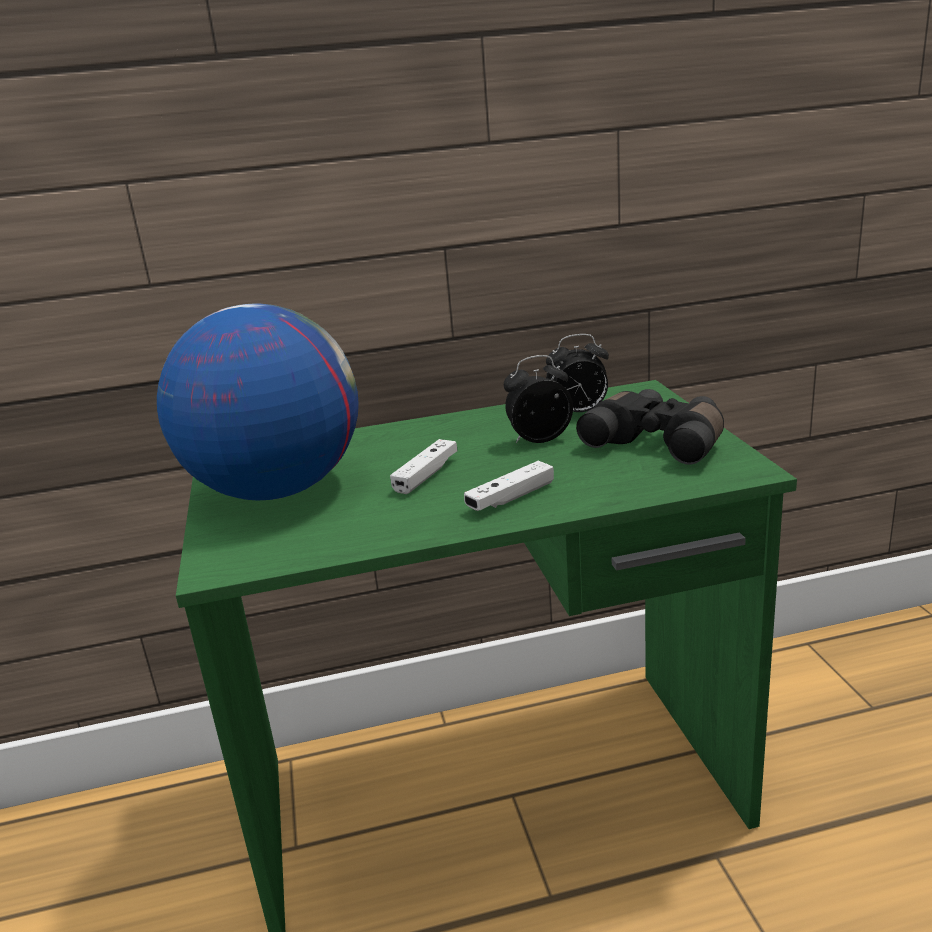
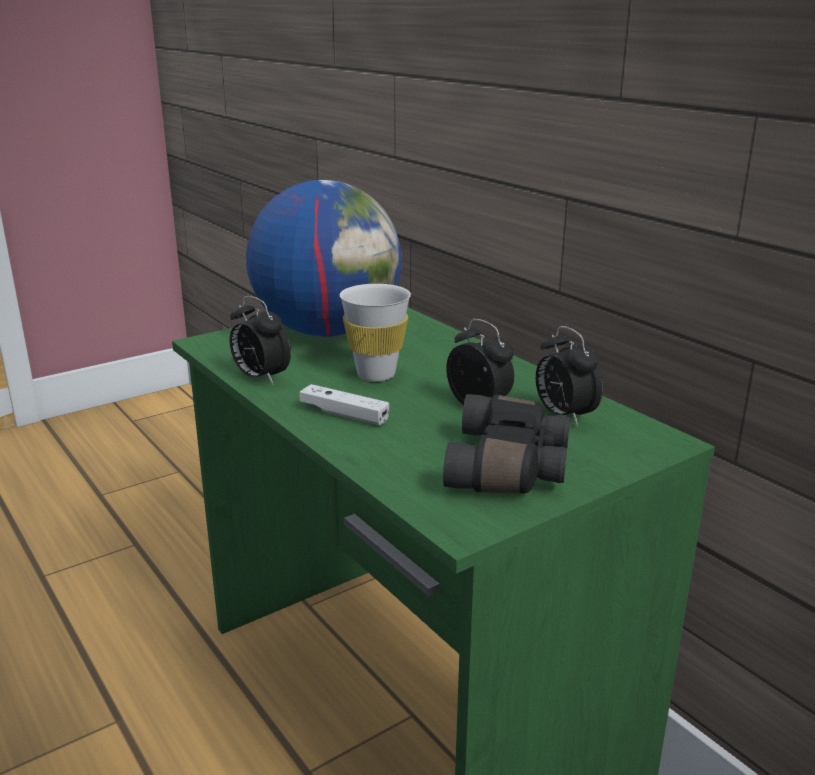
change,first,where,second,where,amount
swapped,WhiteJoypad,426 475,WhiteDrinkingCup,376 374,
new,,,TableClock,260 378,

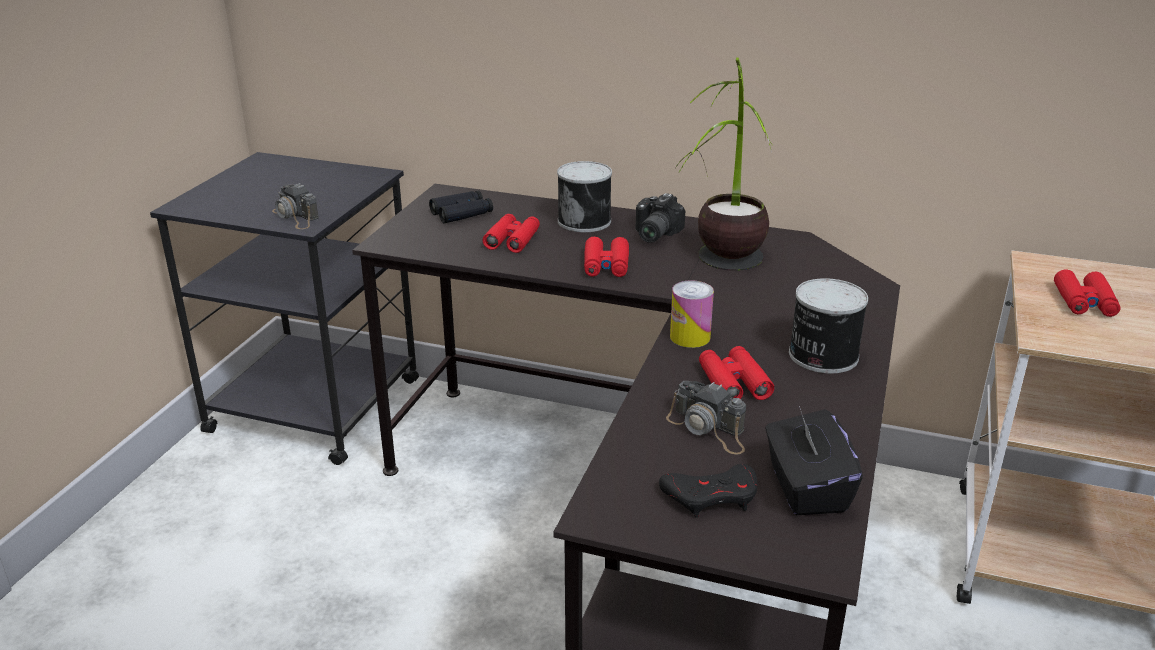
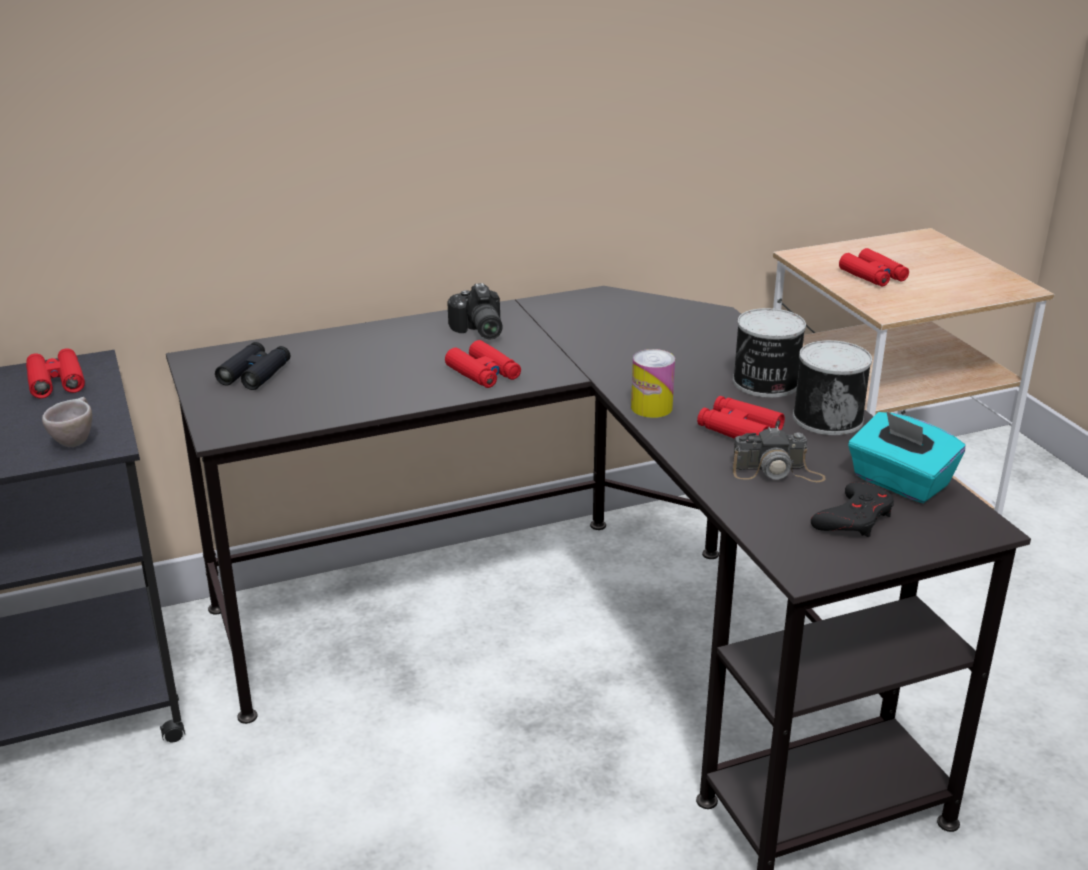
change,first,where,second,where,amount
swapped,StillCamera,295 216,BeigeColouredDrinkingCup,75 440,
shifted,RedFieldGlasses,512 240,,56 381,
shifted,SealedCan,585 221,,827 417,
gone,PlantInAPot,724 273,,,
repainted,BlackColouredTissueHolder,805 488,TurquoiseTissueHolder,899 482,

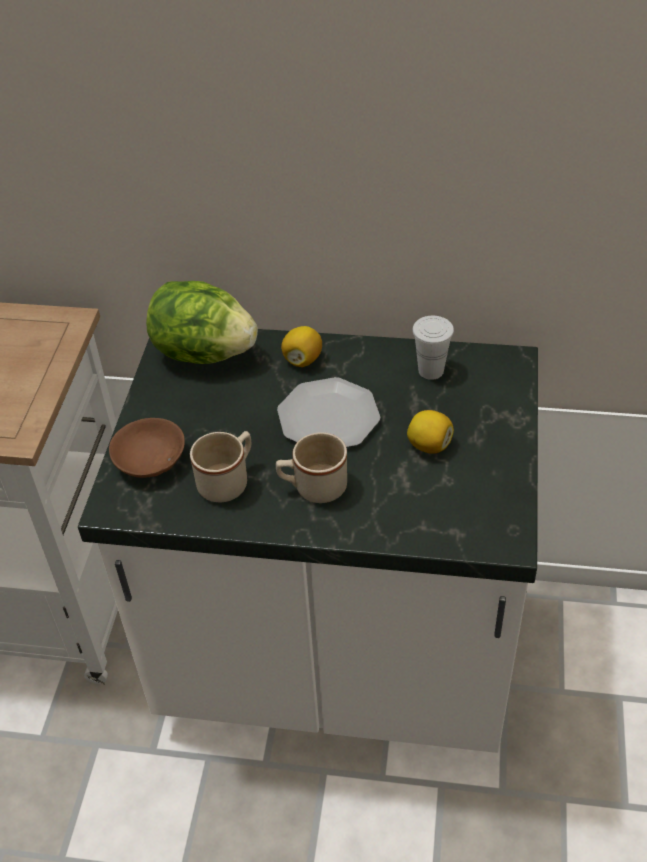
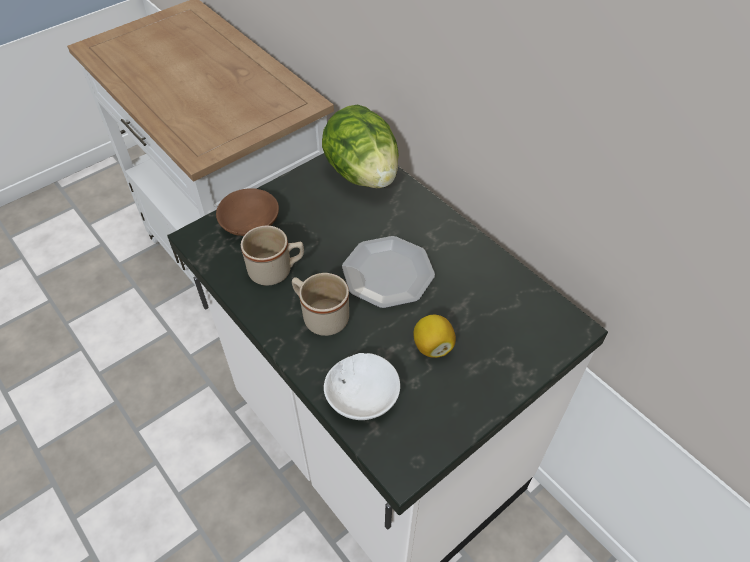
change,first,where,second,where,amount
gone,Lemon,302 359,,,
gone,WhiteDrinkingCup,431 370,,,
new,,,WhiteDeepDish,362 398,

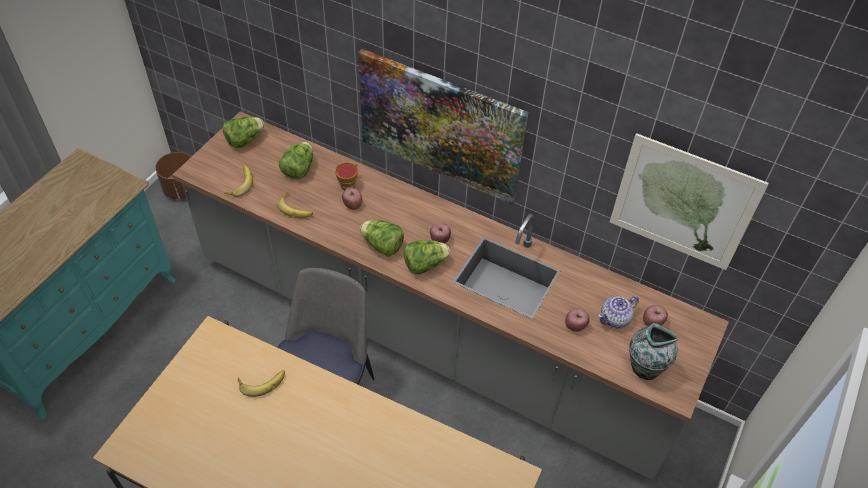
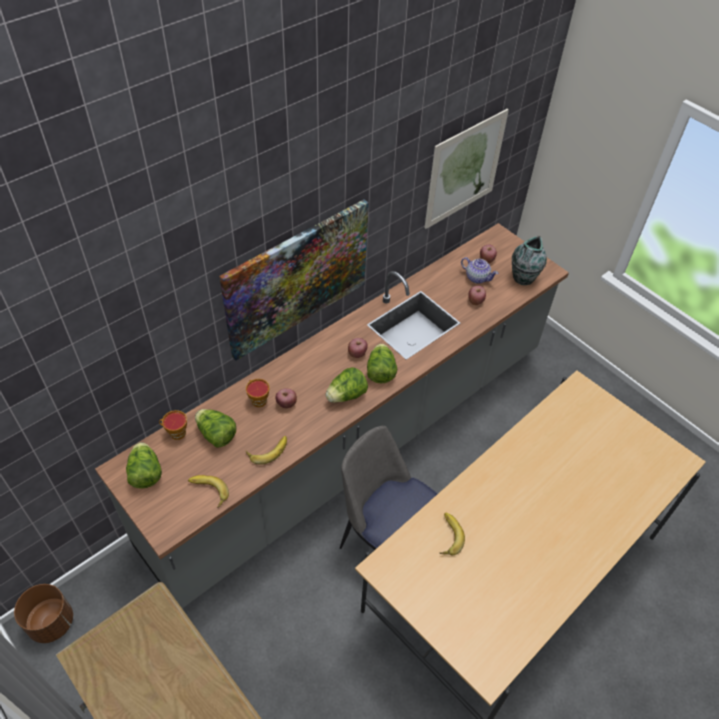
change,first,where,second,where,amount
rotated,Teapot,615 319,,477 277,45 degrees counterclockwise
new,,,DrinkingCup,175 433,

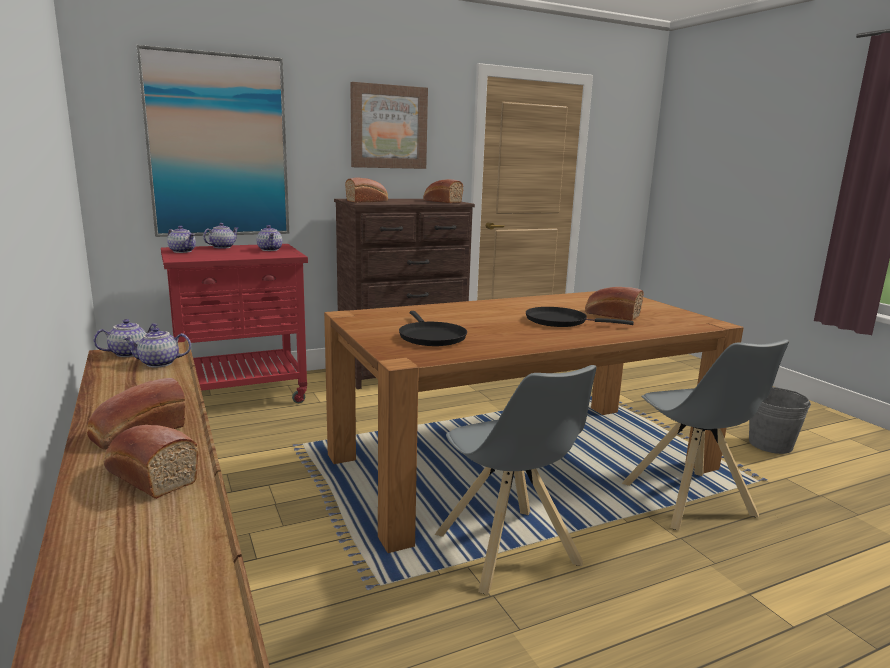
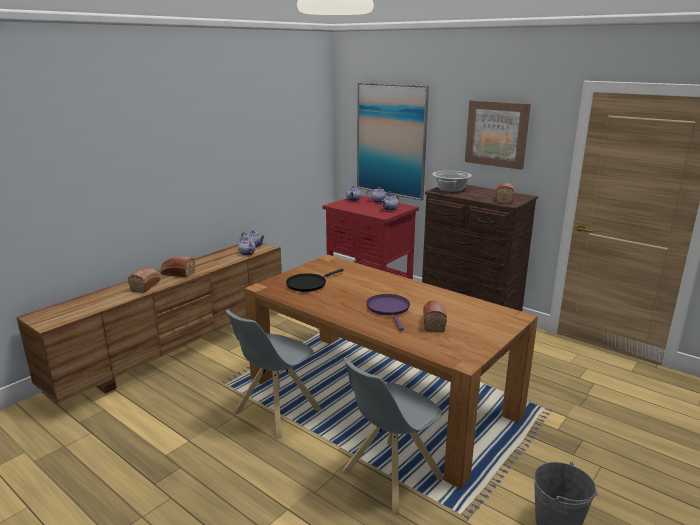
change,first,where,second,where,amount
swapped,BakedBread,368 201,CookingPot,451 189,
repainted,BlackColouredFryingPan,560 321,PurpleColouredFryingPan,389 309,

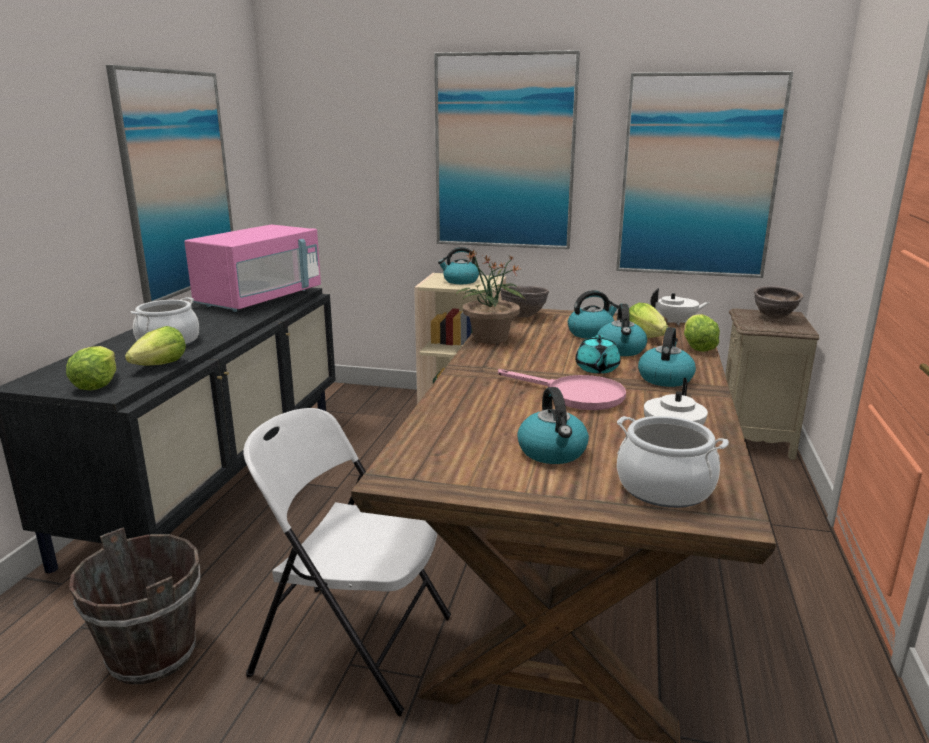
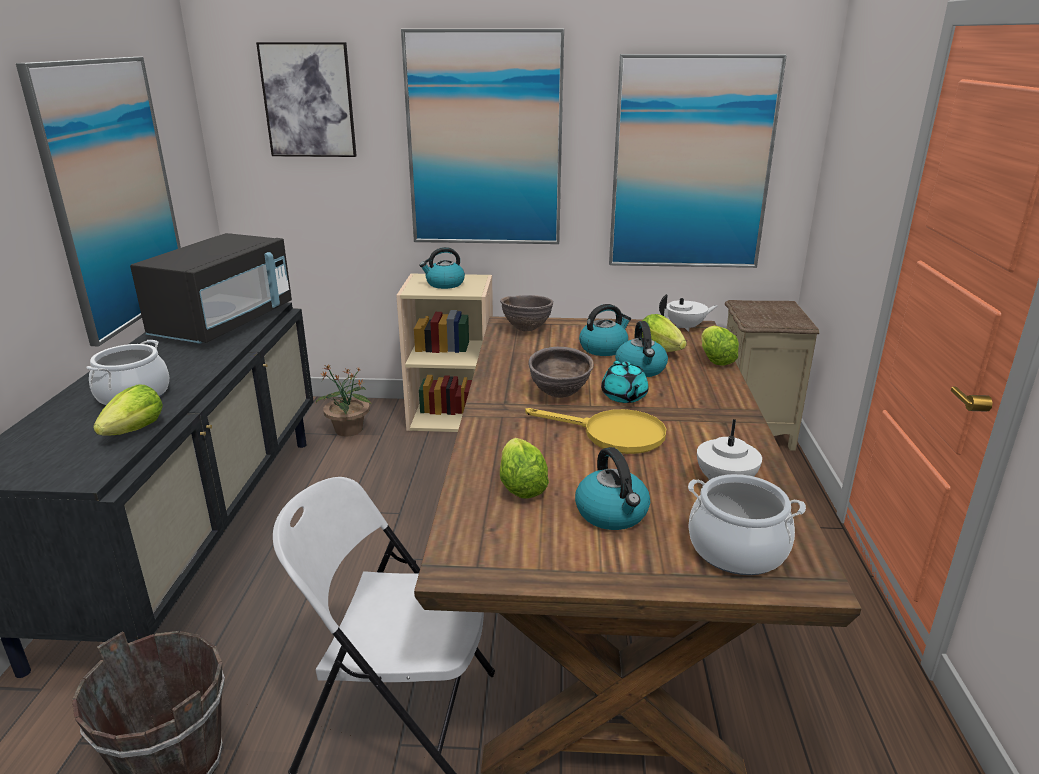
change,first,where,second,where,amount
shifted,LettuceHead,96 385,,521 487,
repainted,PinkColouredMicrowave,260 299,BlackColouredMicrowave,225 323,
shifted,PlantInAPot,490 338,,348 430,
repainted,PinkColouredFryingPan,575 395,YellowColouredFryingPan,612 434,
gone,WaterKettle,665 378,,,
shifted,BrownishDeepDish,774 318,,559 395,
new,,,Picture,308 100,

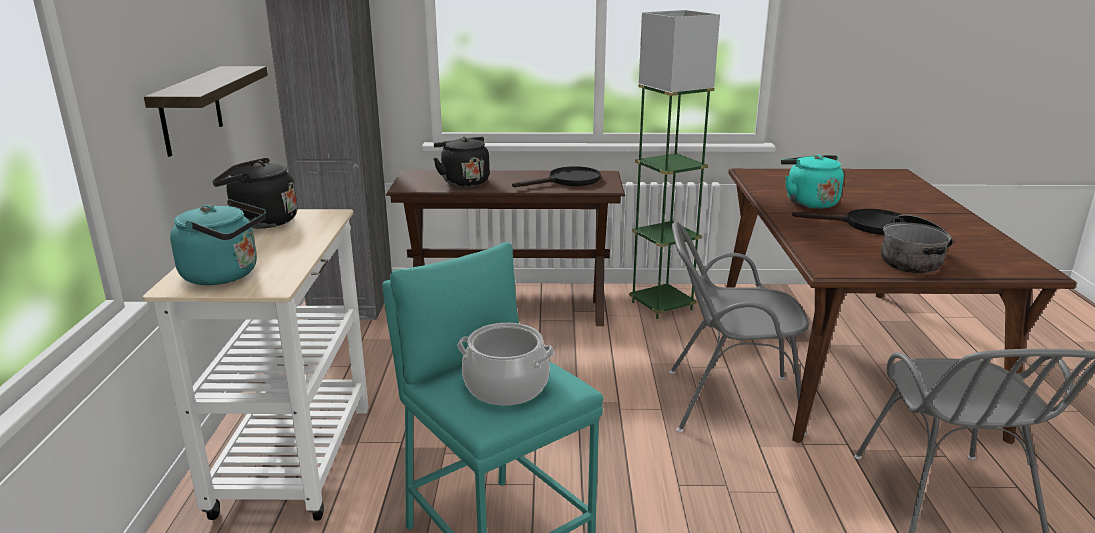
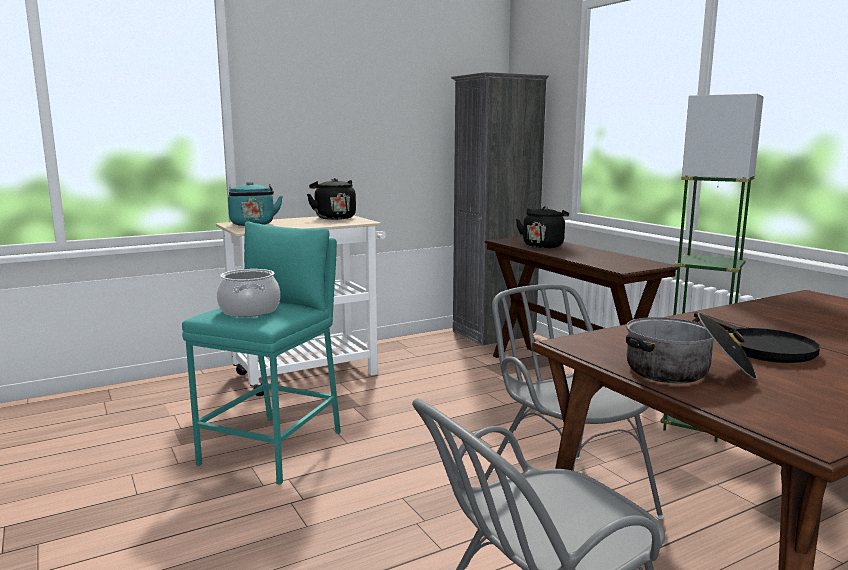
change,first,where,second,where,amount
gone,WallShelf,191 110,,,
gone,BlackColouredFryingPan,568 181,,,
gone,TurquoiseWaterKettle,808 202,,,

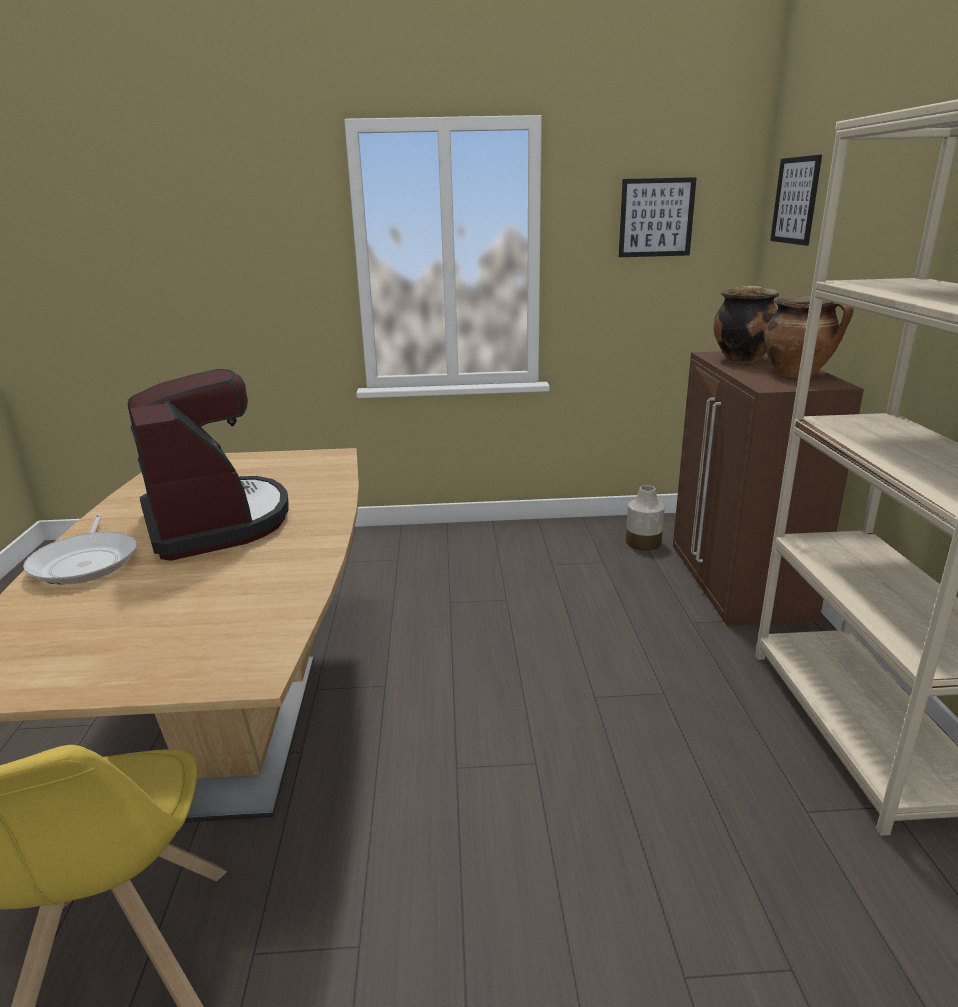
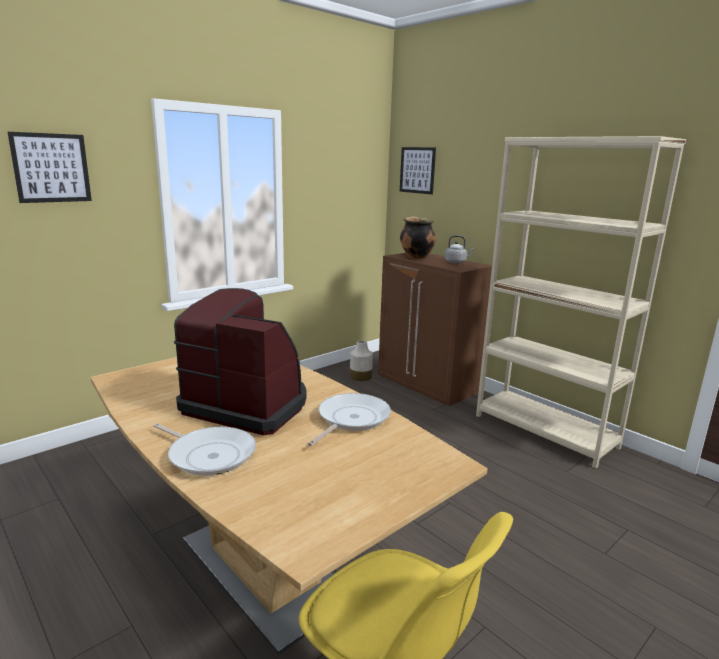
change,first,where,second,where,amount
shifted,Picture,656 217,,51 168,
swapped,CookingPot,798 374,GreyWaterKettle,456 262,
new,,,FryingPan,351 419,

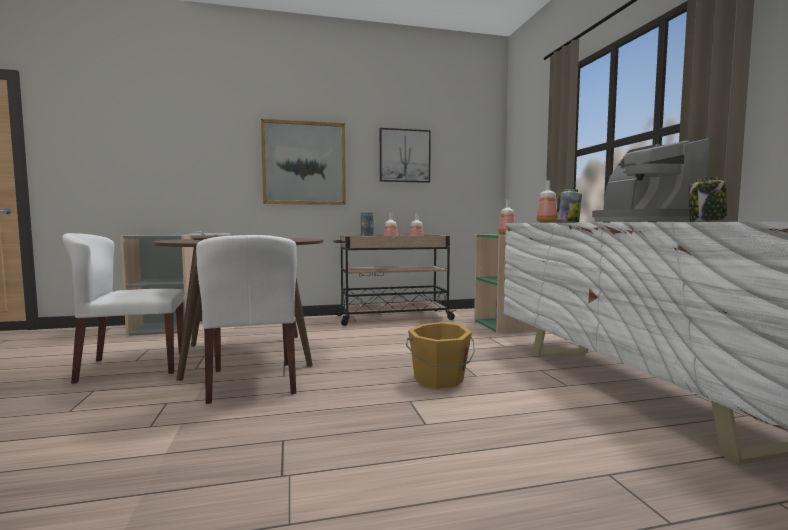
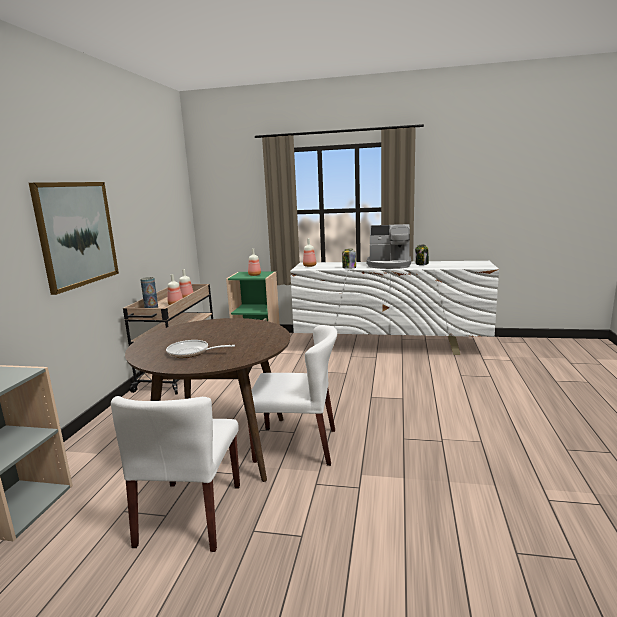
change,first,where,second,where,amount
gone,Picture,404 156,,,
gone,OrangePail,439 380,,,

